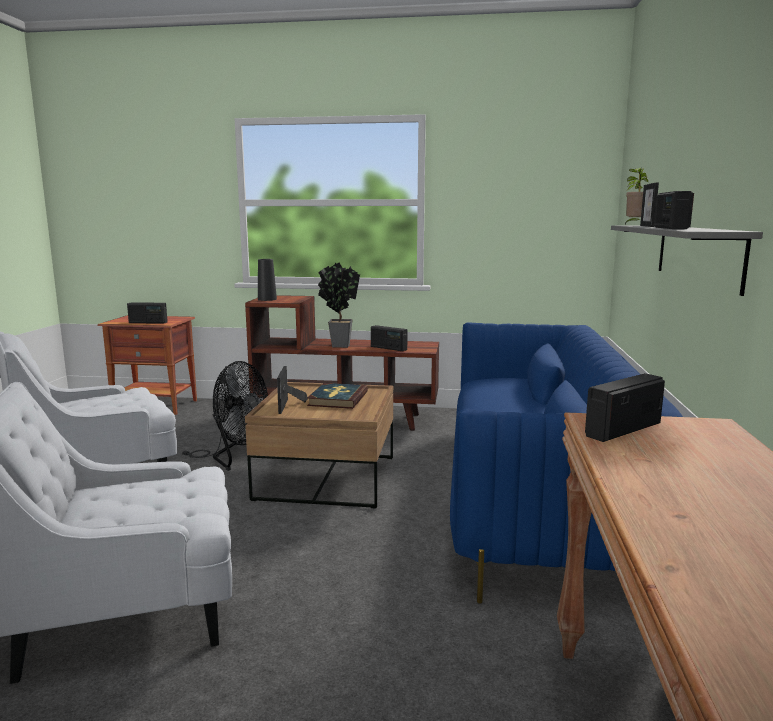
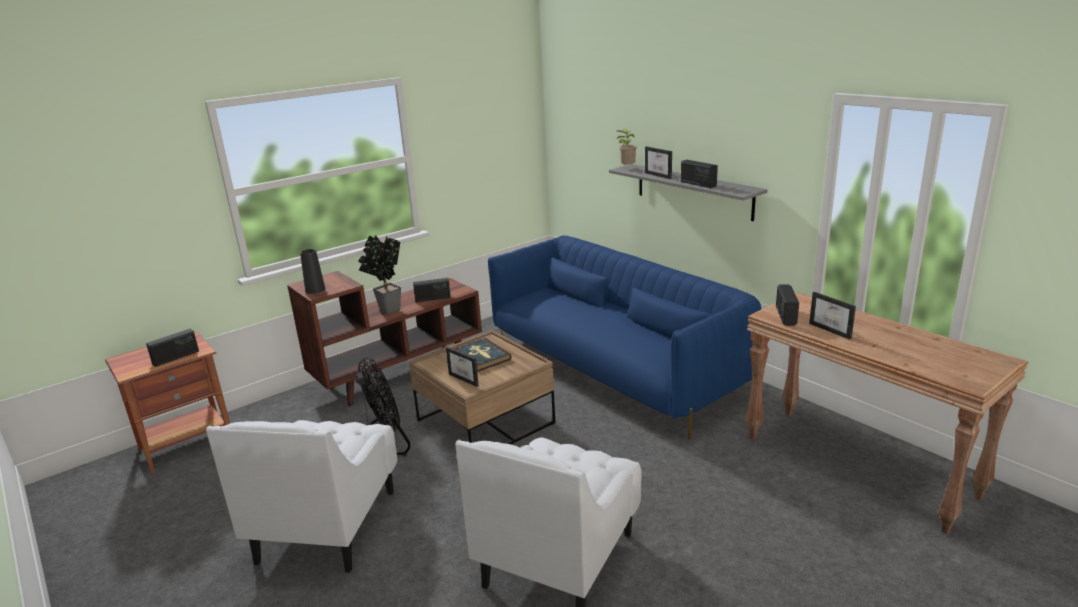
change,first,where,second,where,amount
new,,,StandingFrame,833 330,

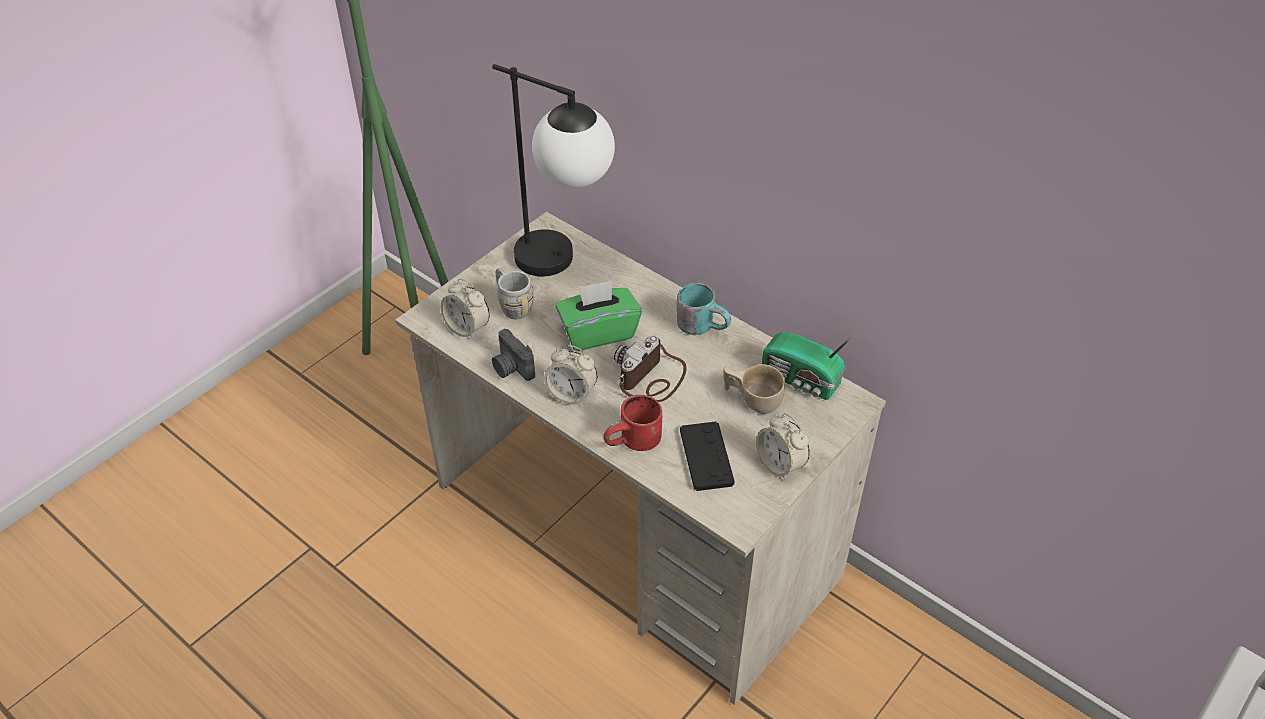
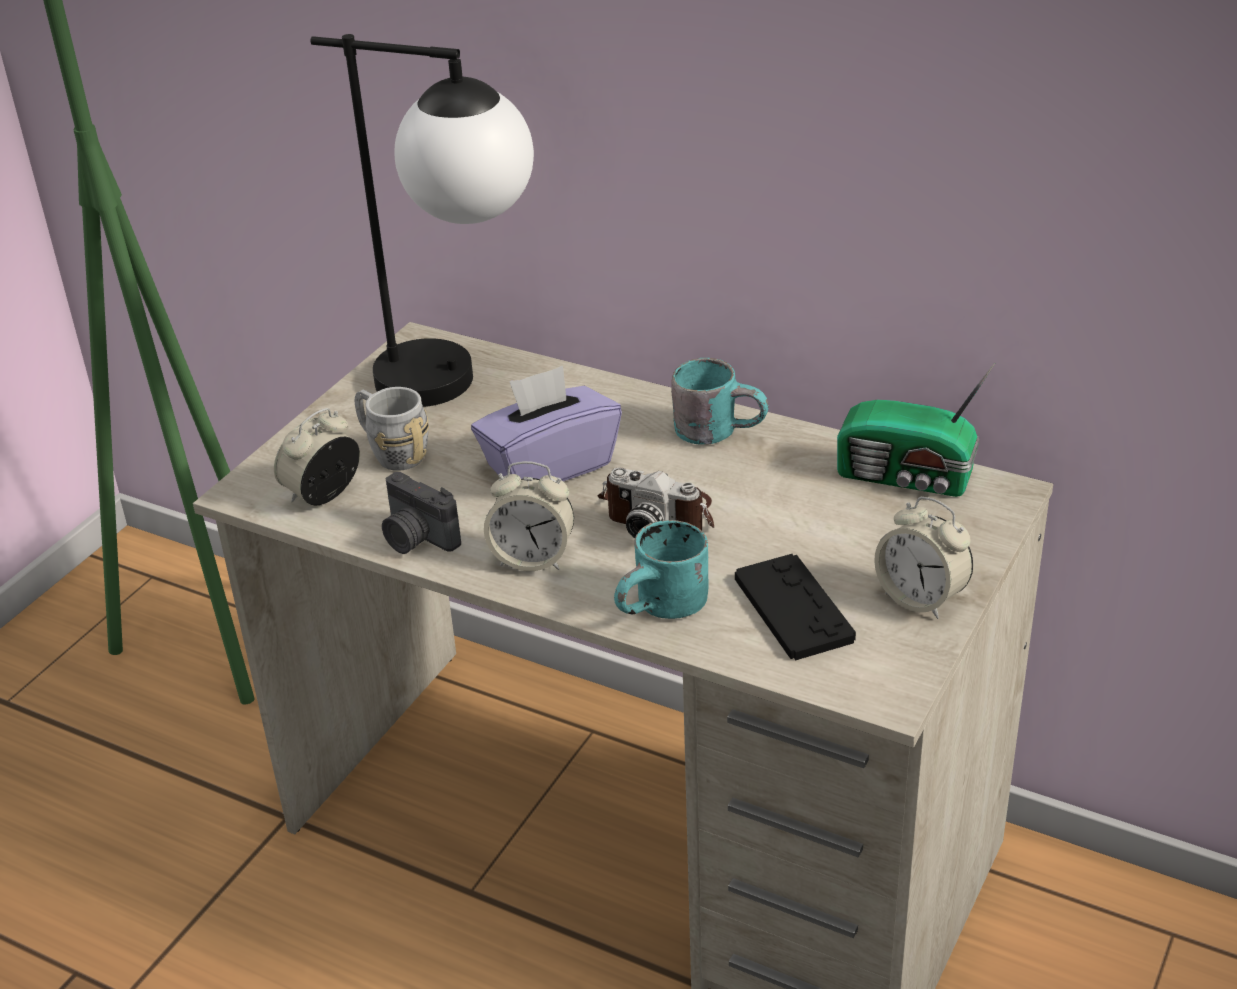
change,first,where,second,where,amount
rotated,TableClock,467 328,,323 495,105 degrees clockwise
repainted,GreenTissueHolder,598 332,PurpleColouredTissueHolder,549 466,
repainted,RedMug,635 444,TurquoiseMug,666 610,
rotated,StillCamera,651 378,,660 514,90 degrees counterclockwise
gone,BeigeColouredDrinkingCup,751 400,,,

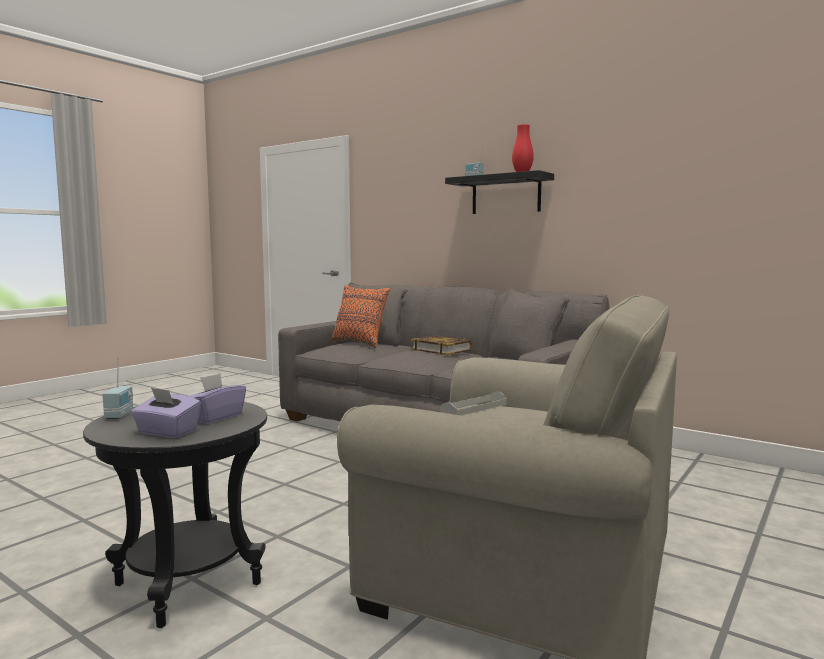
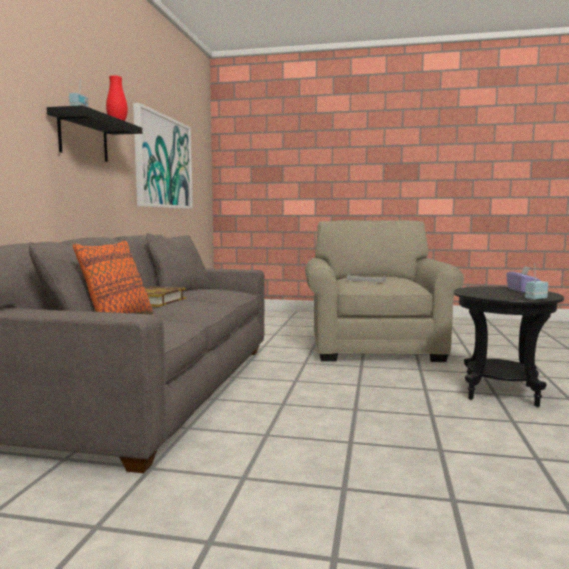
change,first,where,second,where,amount
gone,PurpleColouredTissueHolder,215 417,,,
new,,,Picture,163 162,

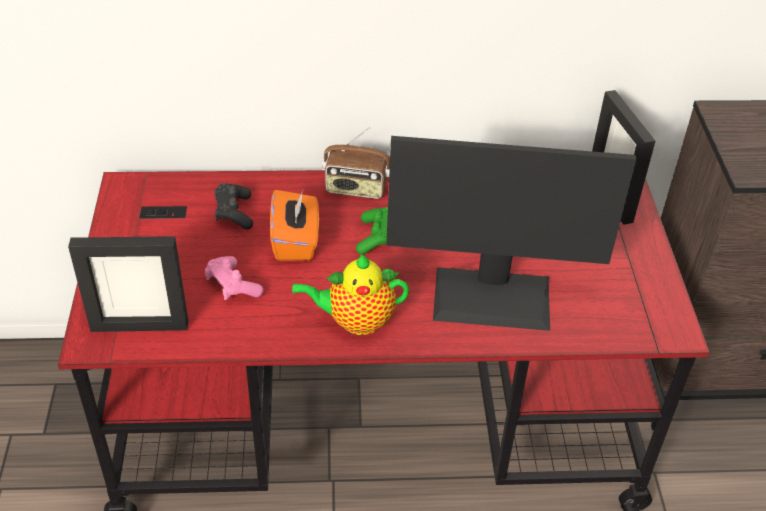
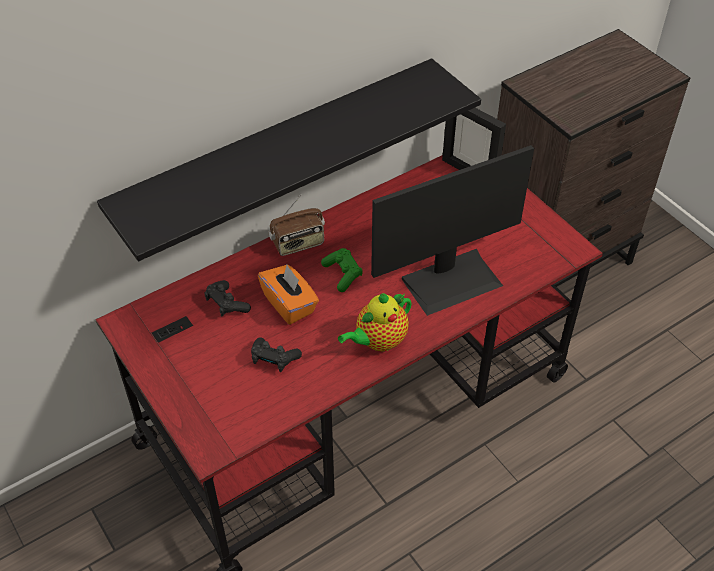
change,first,where,second,where,amount
gone,StandingFrame,140 324,,,
repainted,PinkColouredJoypad,232 286,BlackColouredJoypad,274 359,
new,,,BlackColouredWallShelf,278 152,

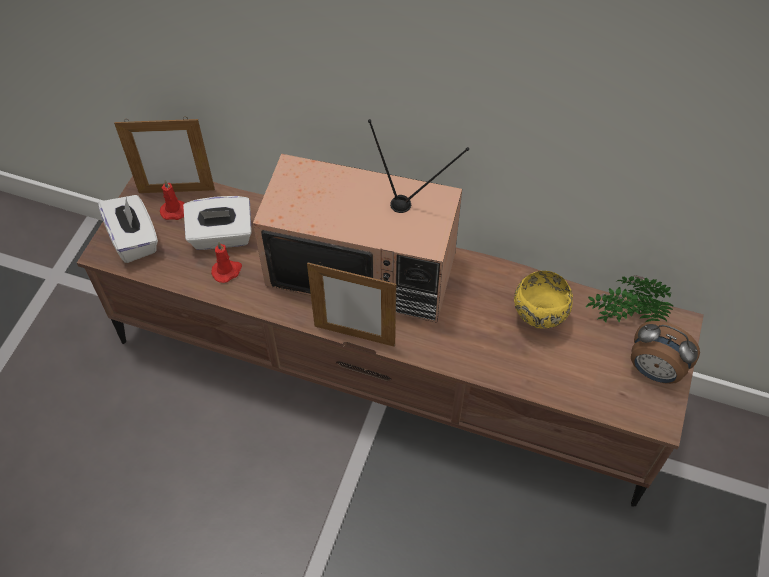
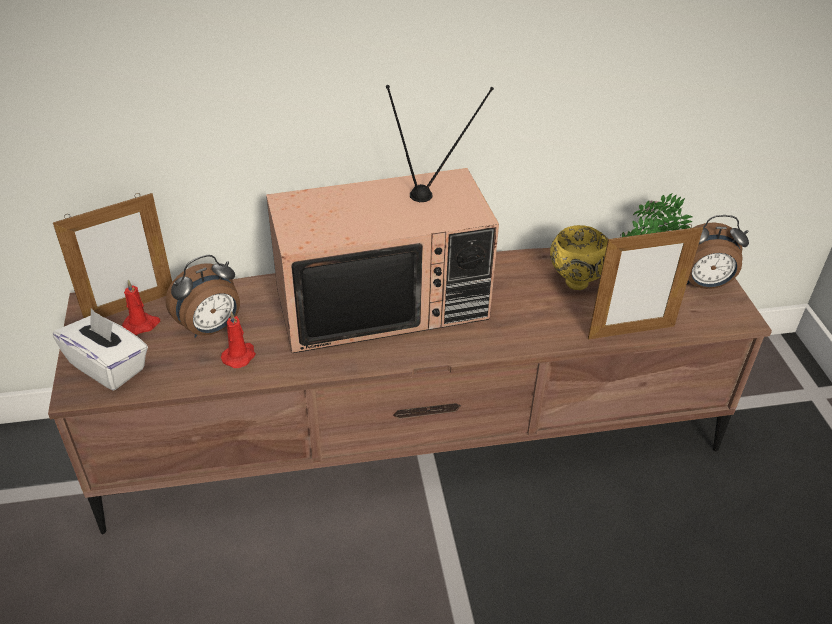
change,first,where,second,where,amount
swapped,WhiteTissueHolder,221 236,TableClock,211 328,
shifted,StandingFrame,354 335,,631 332,

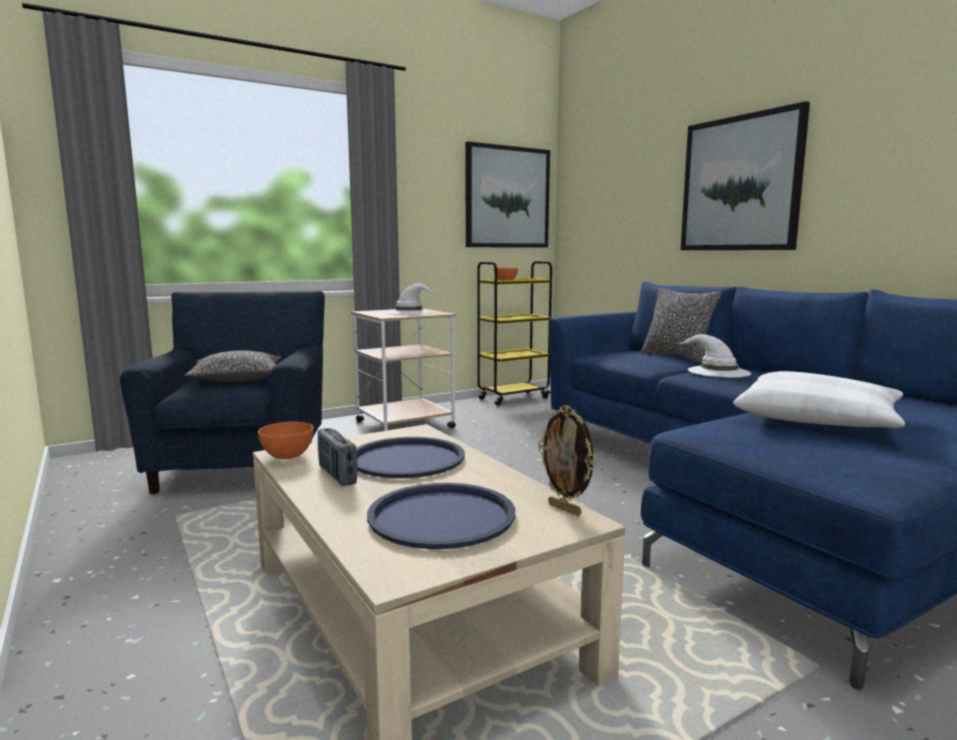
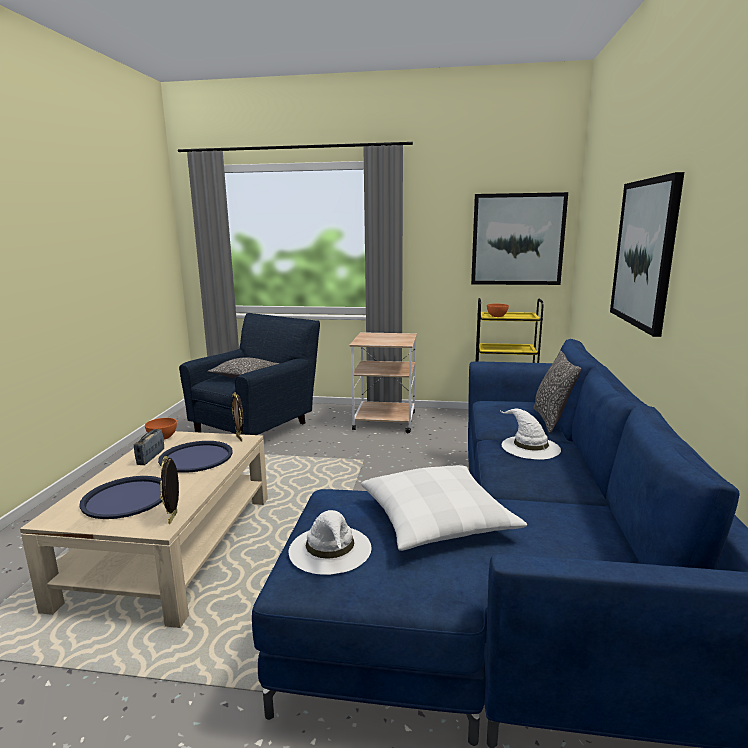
change,first,where,second,where,amount
shifted,WhiteClothingHat,409 312,,330 549,
new,,,StandingFrame,240 438,

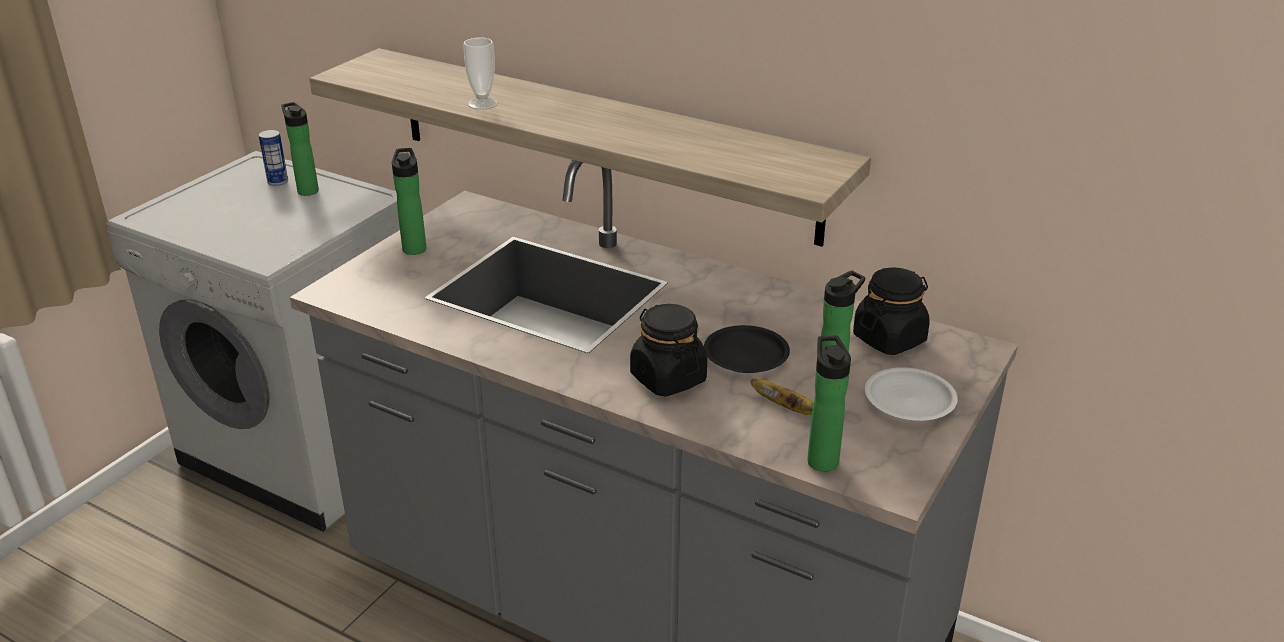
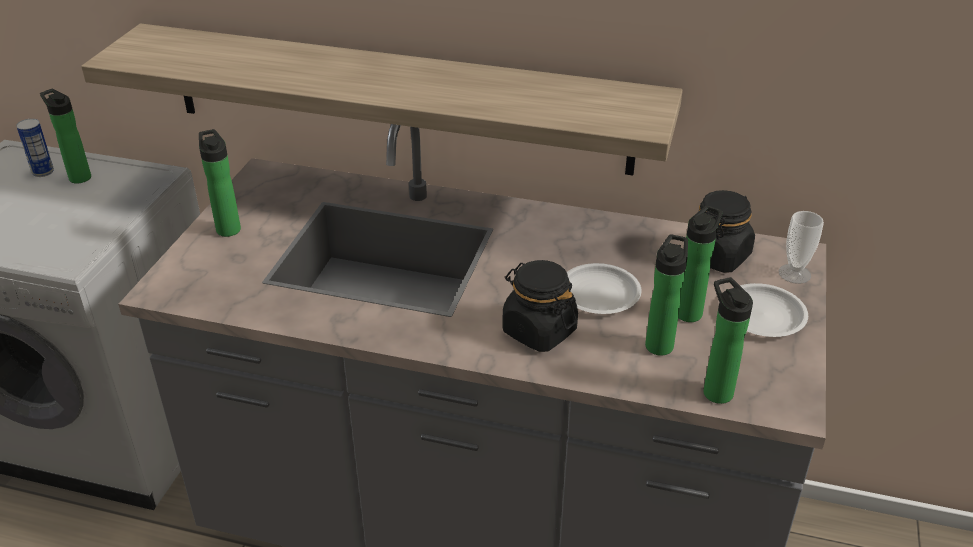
change,first,where,second,where,amount
shifted,DrinkingCup,483 103,,794 274,
repainted,BlackColouredPlate,745 355,WhitePlate,598 294,
swapped,WholeBanana,786 408,Bottle,660 343,

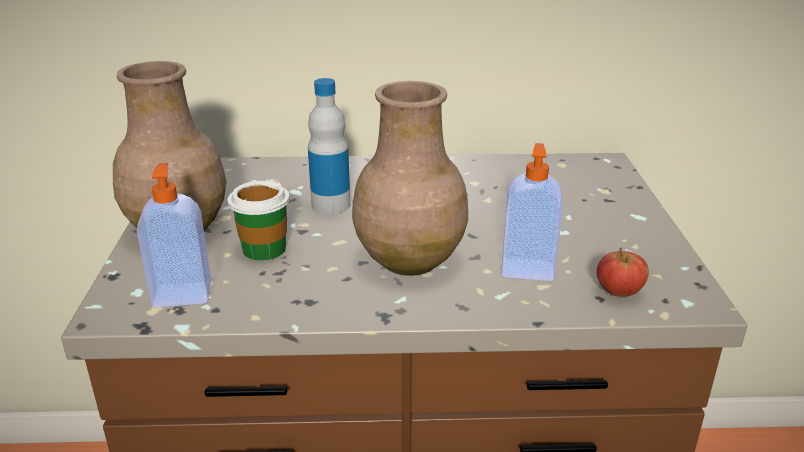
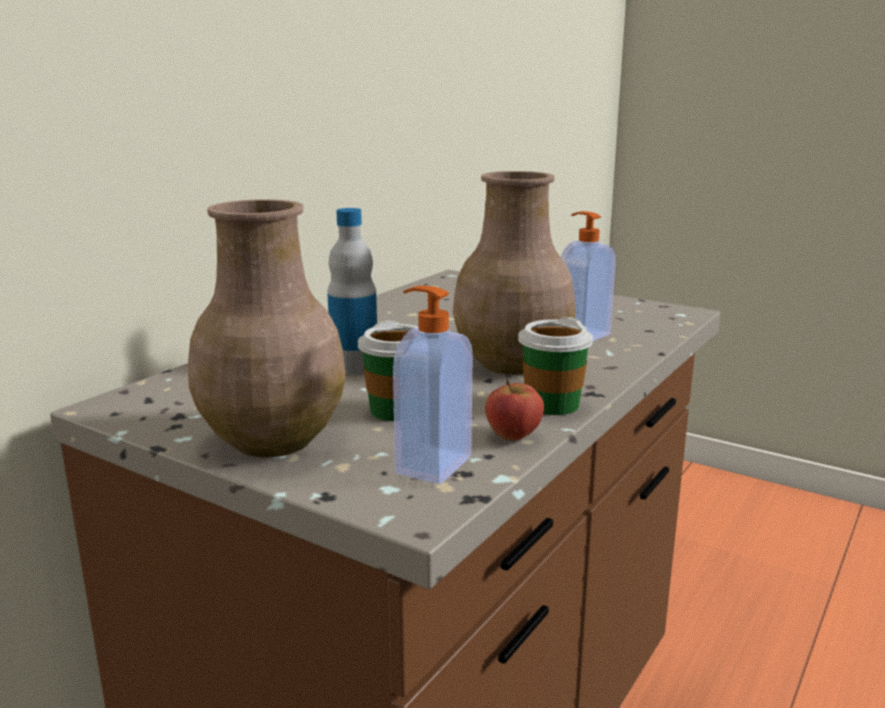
change,first,where,second,where,amount
shifted,Apple,619 292,,513 436,
new,,,DrinkingCup,552 404,

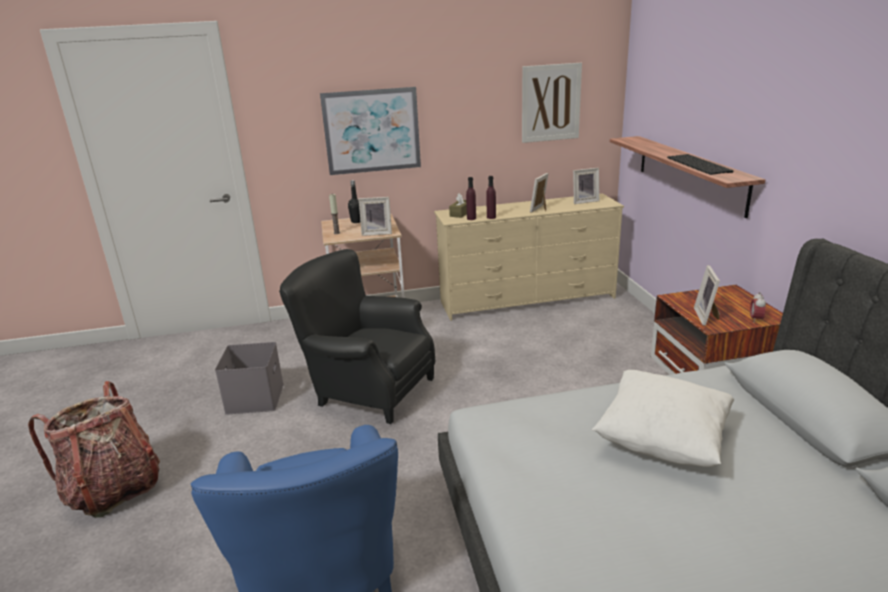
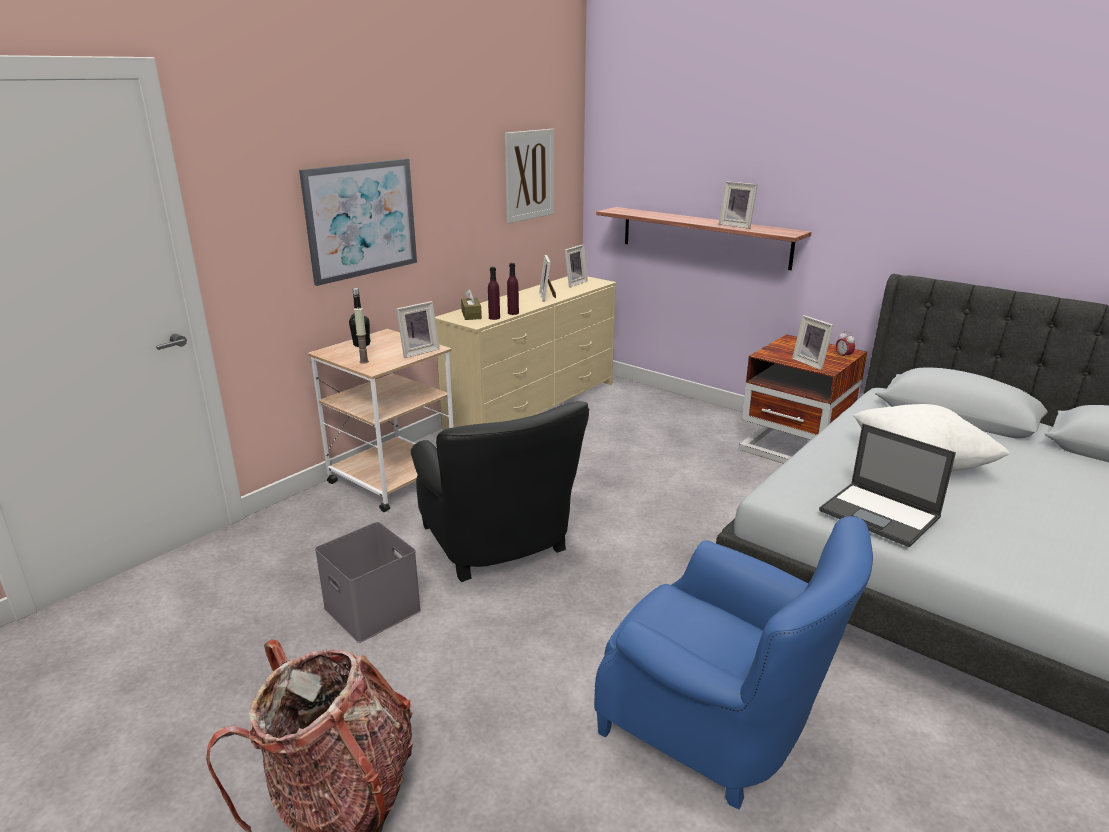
change,first,where,second,where,amount
rotated,BlackColouredArmchair,368 389,,498 545,105 degrees counterclockwise
swapped,PcKeyboard,700 164,StandingFrame,737 225,
new,,,Laptop,880 515,

